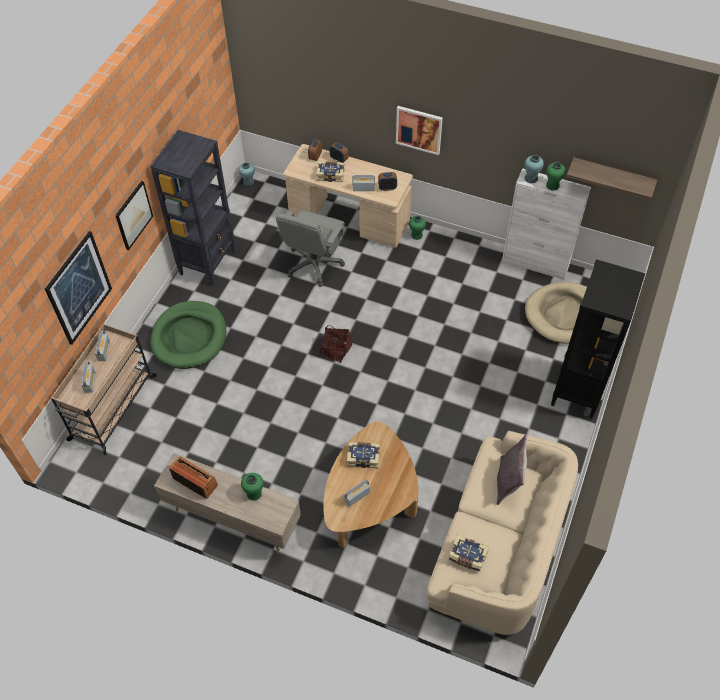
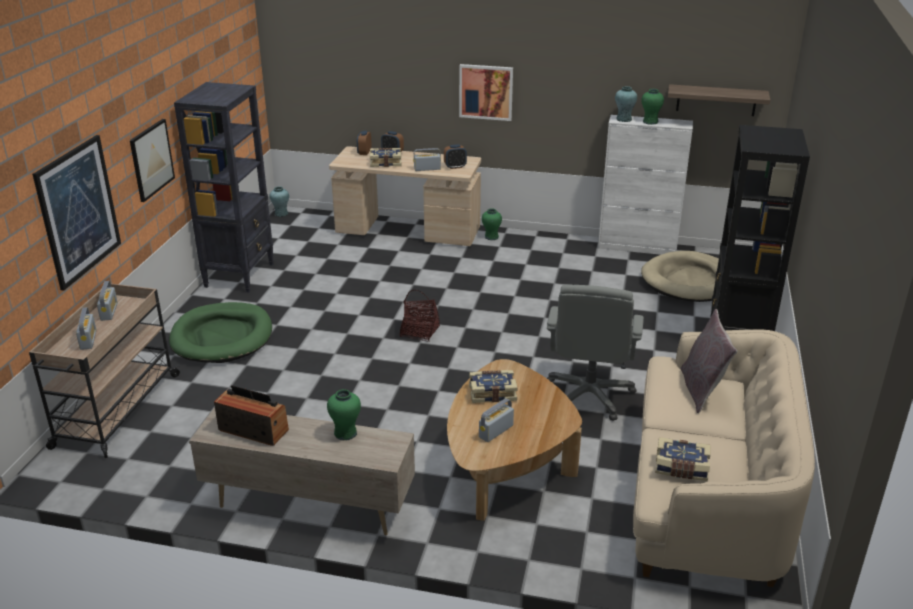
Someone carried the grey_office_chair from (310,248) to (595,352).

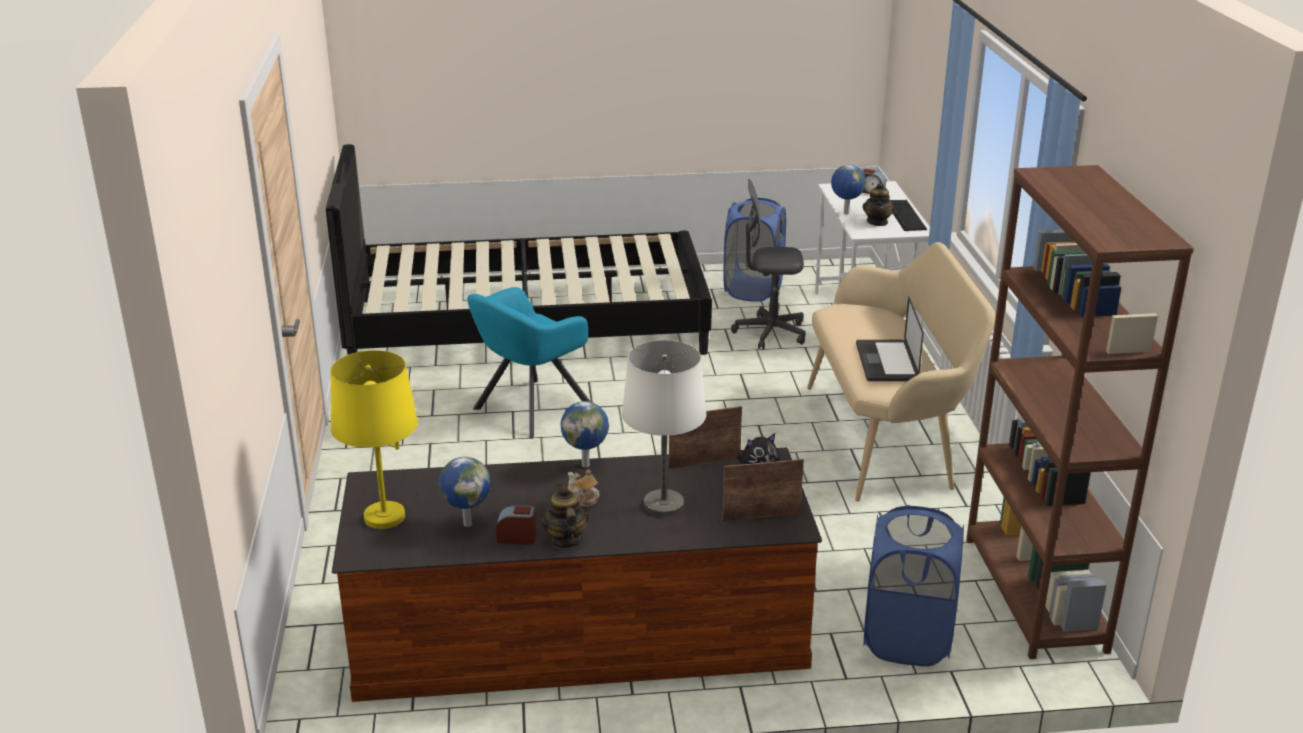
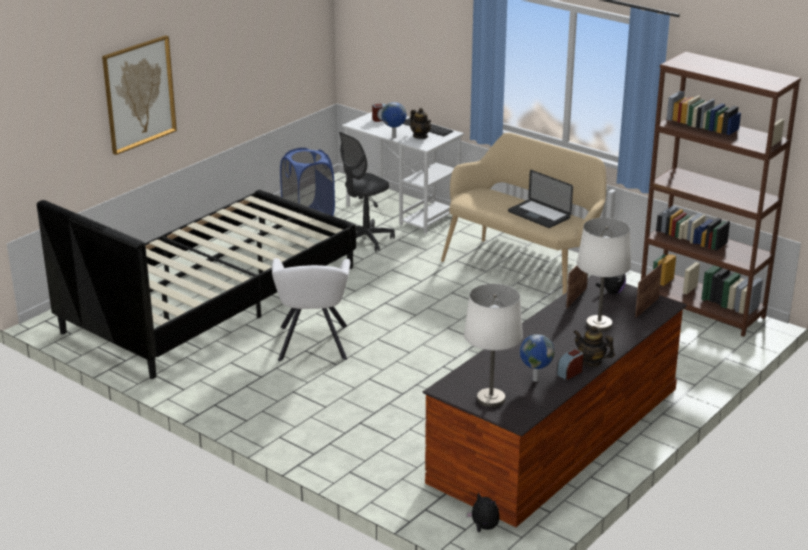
Someone took away the globe at (585,434).
Someone took away the teapot at (583,488).
Someone took away the blue_laundry_basket at (913,585).
Someone put up the picture at (139,95).
Someone put down the plush_toy at (483,512).
Someone repainted the yellow_table_lamp at (374,439), which became the white_table_lamp at (493,345).
Someone repainted the turquoise_armchair at (529,363), which became the white_armchair at (311,309).

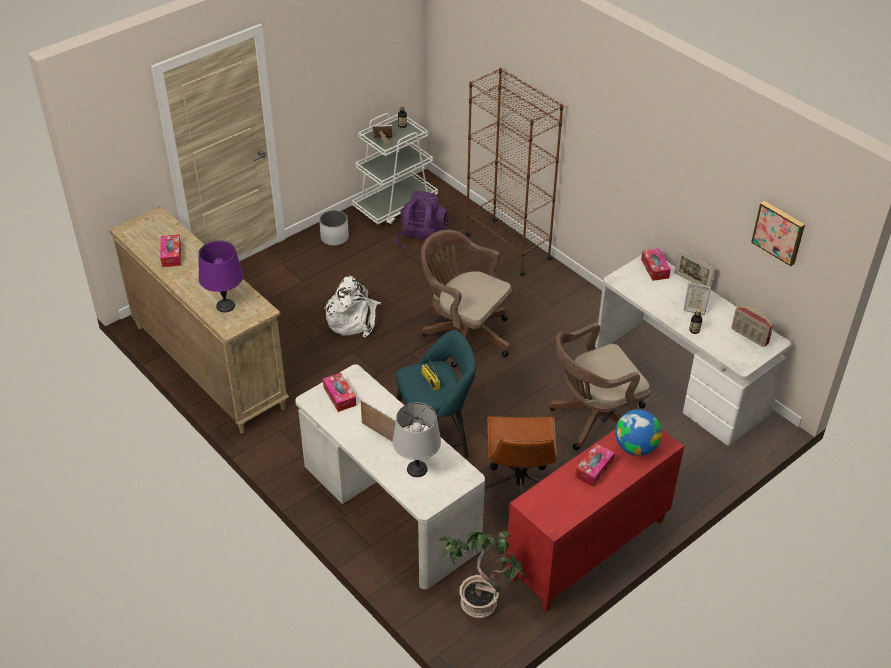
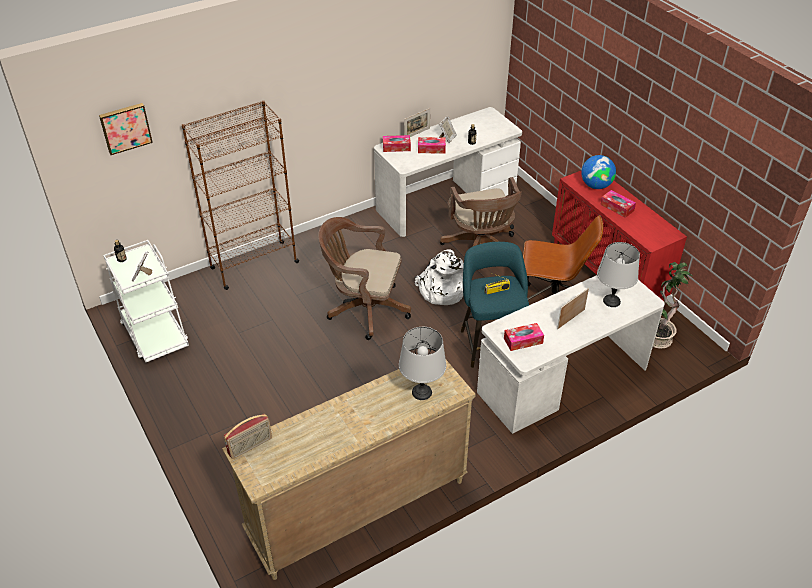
Someone took away the white_planter at (334,228).
Someone took away the purple_backpack at (422,220).
Someone carried the tissue_box from (170,250) to (432,145).
Someone carried the white_backpack from (352,306) to (439,277).
Someone carried the radio from (752,326) to (248,436).
Someone carried the picture from (778,233) to (126,129).
Someone repainted the purple_table_lamp at (220,276), which became the grey_table_lamp at (422,363).
Someone rotated the brown_office_chair at (466,299) by 60 degrees clockwise.

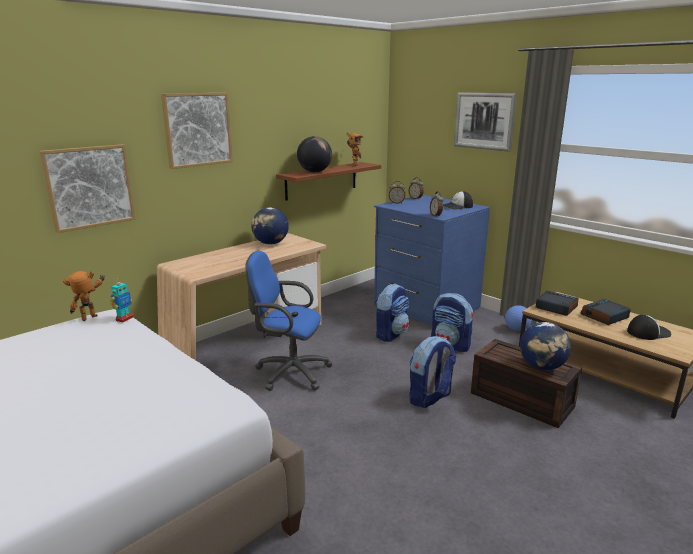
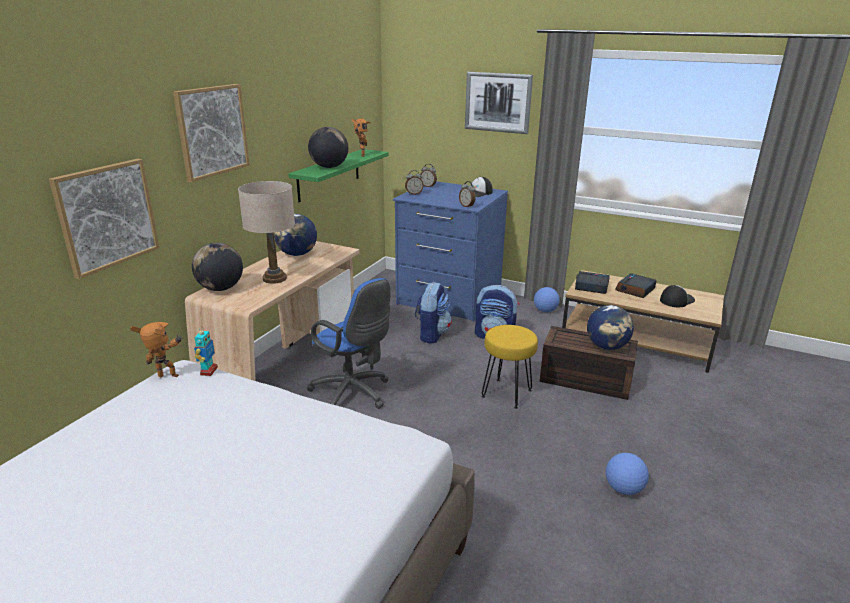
Someone put down the globe at (217,267).
Someone put down the beige_table_lamp at (266,232).
Someone put down the football at (627,474).
Someone swapped the backpack at (433,372) for the yellow_stool at (510,367).
Someone repainted the brown_shelf at (328,181), which became the green_shelf at (338,175).
Someone rotated the toy_robot at (84,296) by 75 degrees clockwise.
Someone rotated the blue_office_chair at (289,321) by 135 degrees counterclockwise.

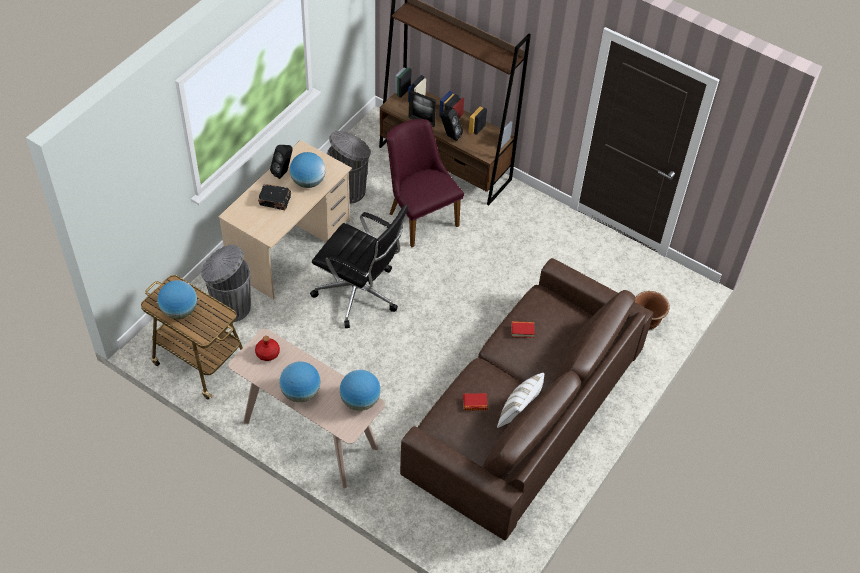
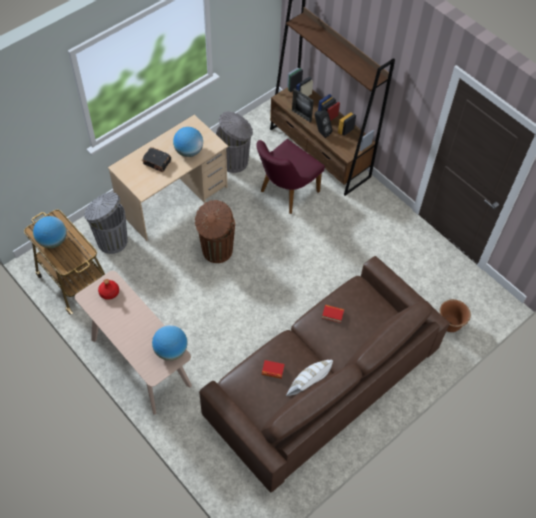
Someone took away the black_speaker at (281,162).
Someone took away the globe at (300,381).
Someone swapped the black_office_chair at (359,266) for the brown_trash_can at (215,231).
Someone rotated the purple_chair at (425,183) by 120 degrees counterclockwise.

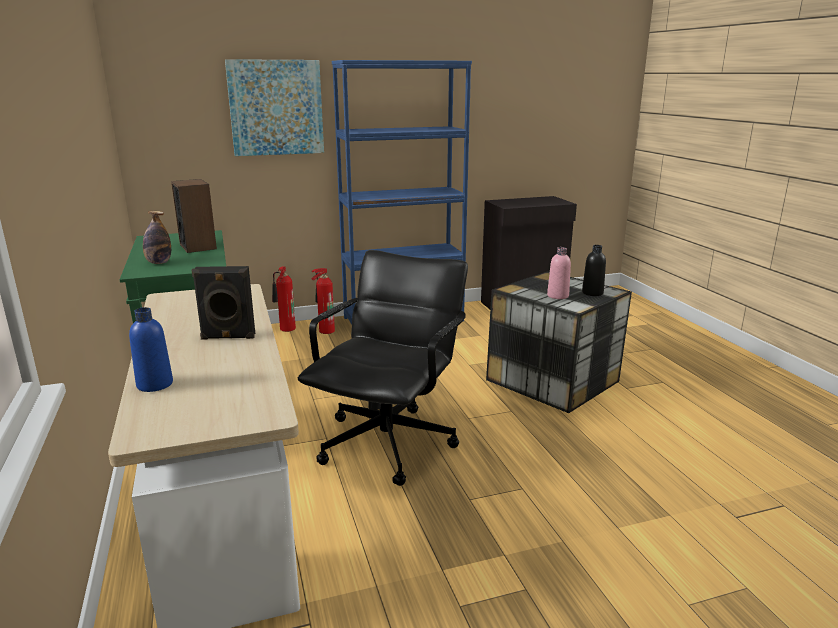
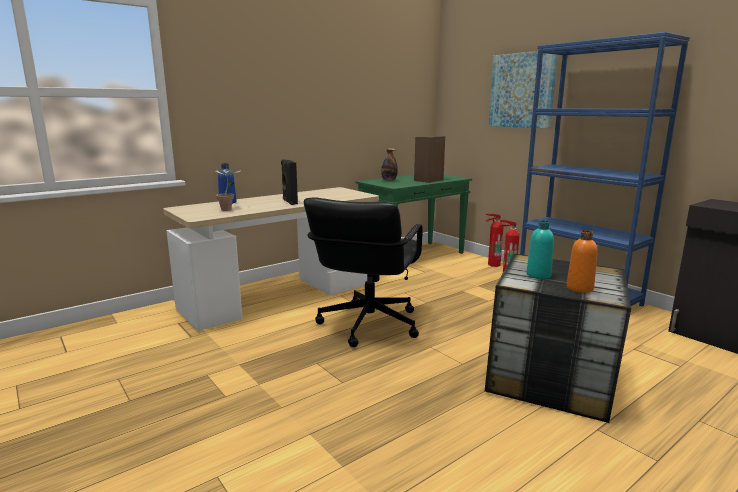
Someone put down the potted_plant at (228,188).
Someone repainted the pink_bottle at (559,273), which became the turquoise_bottle at (540,249).
Someone repainted the black_bottle at (594,270), which became the orange_bottle at (582,261).
Someone rotated the black_office_chair at (383,368) by 105 degrees clockwise.

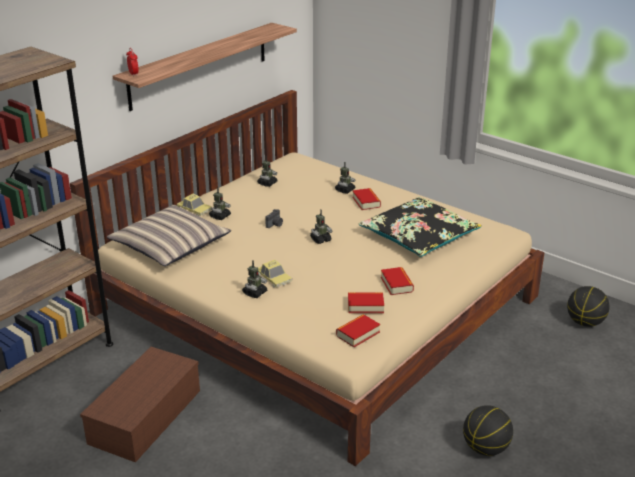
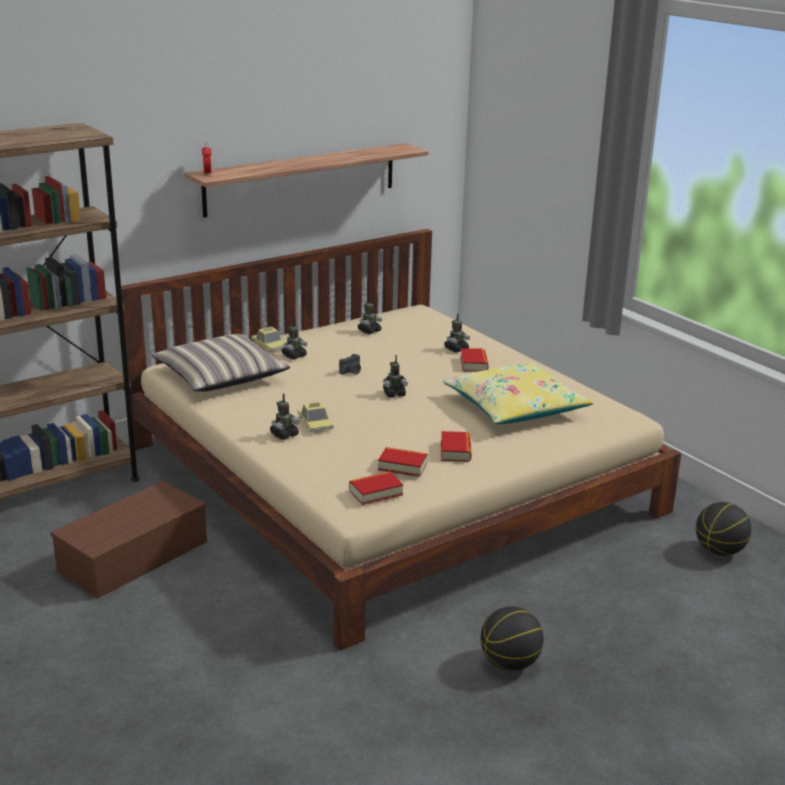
Someone repainted the black_pillow at (420,227), which became the yellow_pillow at (518,393).

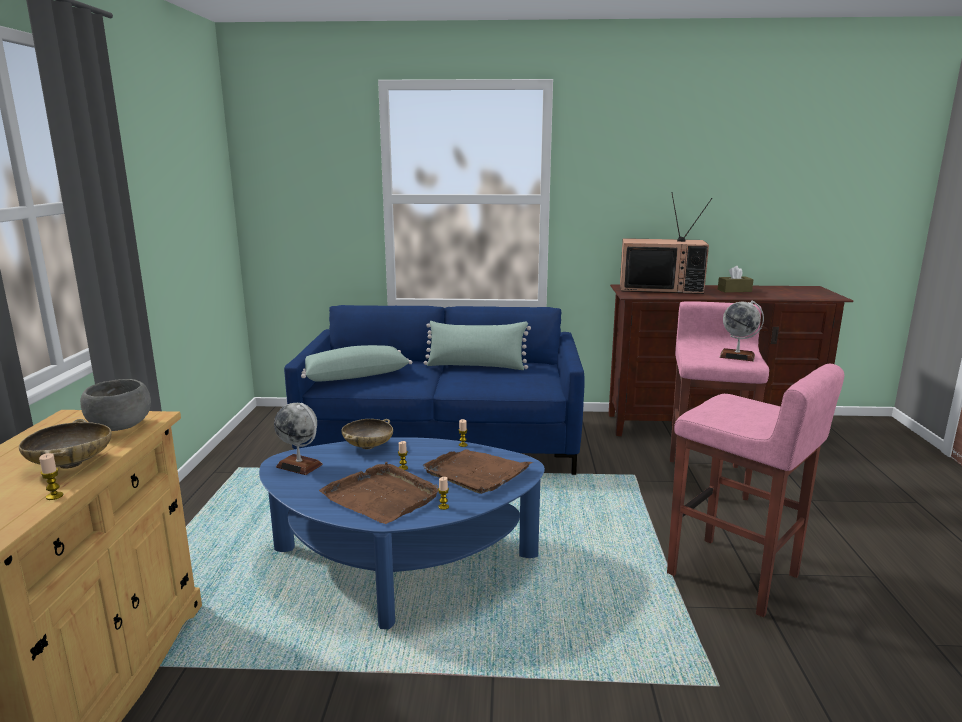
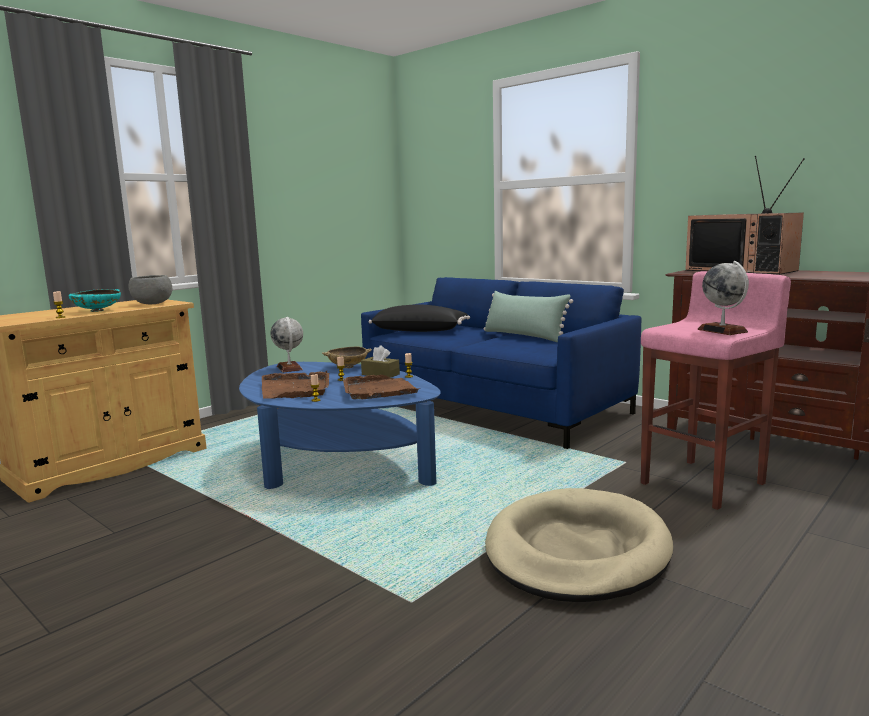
Someone carried the brown_tissue_box from (736,279) to (380,361).
Someone swapped the pink_stool at (755,490) for the beige_dog_bed at (579,545).
Someone repainted the beige_bowl at (65,444), which became the turquoise_bowl at (95,300).
Someone repainted the green_pillow at (357,363), which became the black_pillow at (419,318).

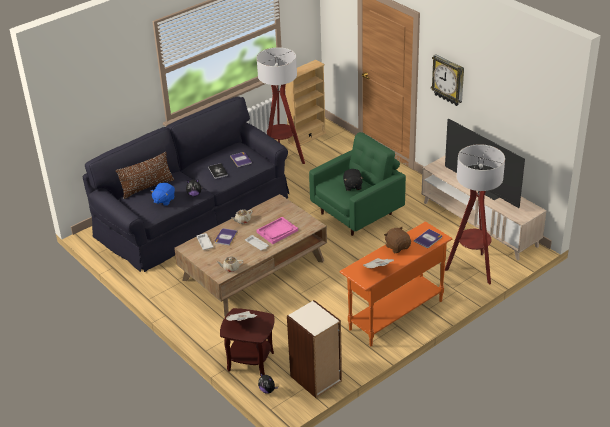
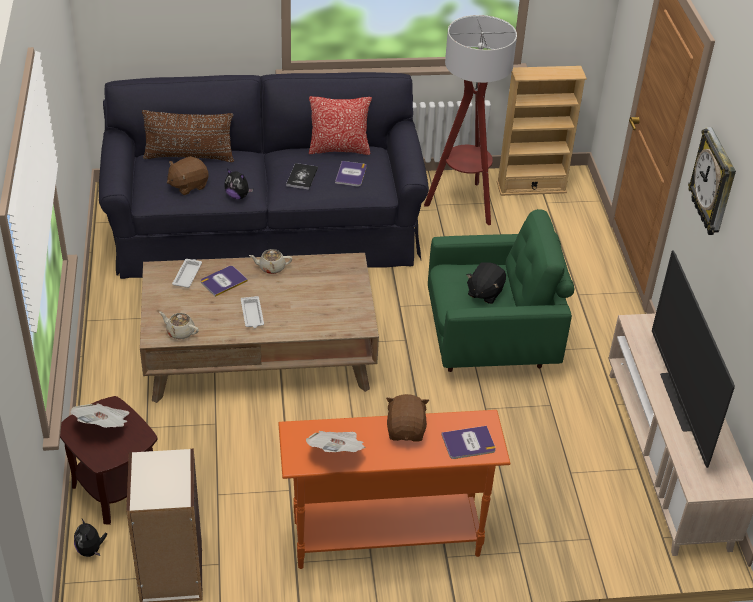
Someone took away the pink_tray at (277,230).
Someone took away the floor_lamp at (475,214).
Someone put down the pillow at (340,125).
Someone repainted the blue_plush_toy at (162,194), which became the brown_plush_toy at (187,175).

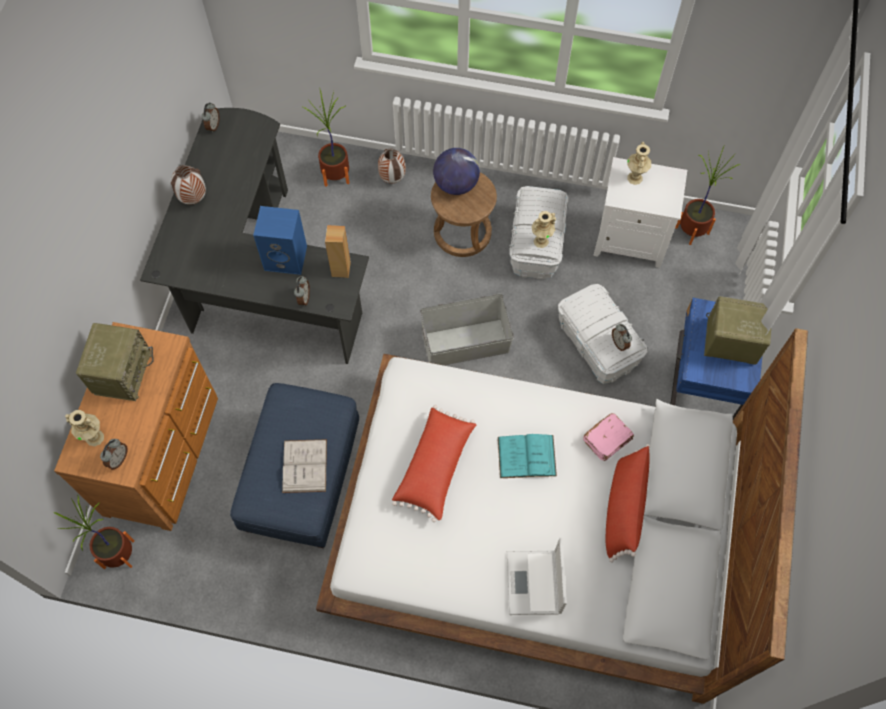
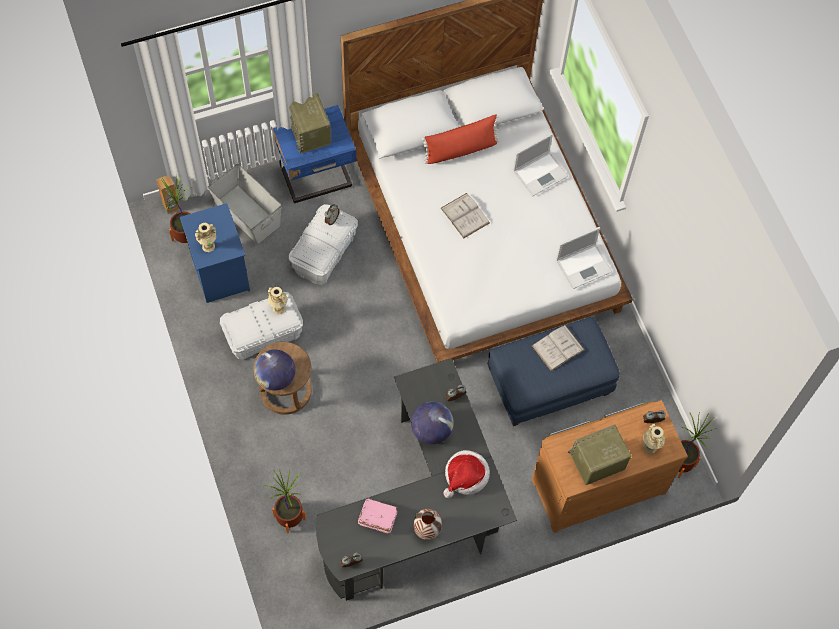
Someone took away the vase at (392,165).
Someone took away the red_pillow at (434,463).
Someone put down the hat at (466,474).
Someone put down the laptop at (584,258).
Someone carried the brown_speaker from (338,251) to (168,194).
Someone carried the grey_storage_box from (467,329) to (245,204).
Someone carried the pink_book from (608,437) to (378,515).
Someone swapped the blue_speaker at (280,240) for the globe at (432,423).
Someone repainted the turquoise_book at (527,456), which became the white_book at (465,215).
Someone repainted the white_nightstand at (640,212), which became the blue_nightstand at (215,253).

